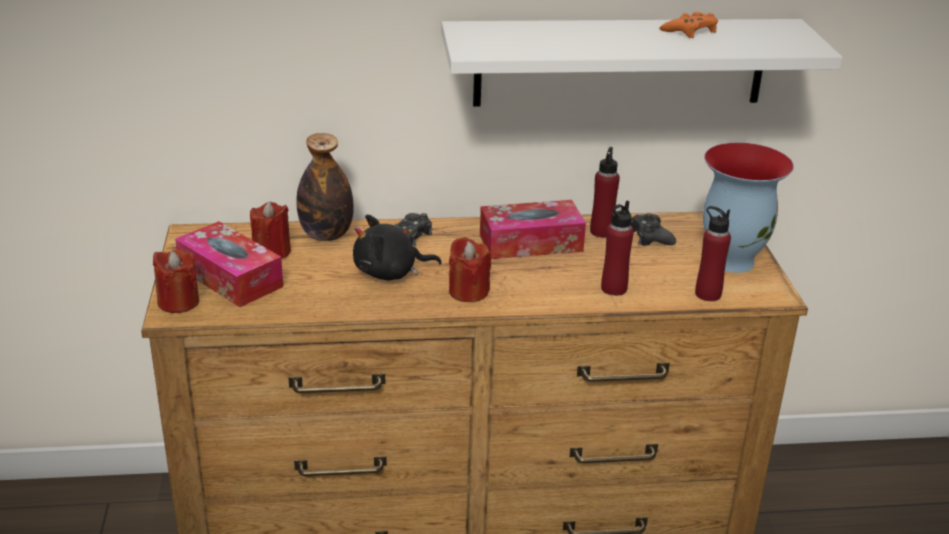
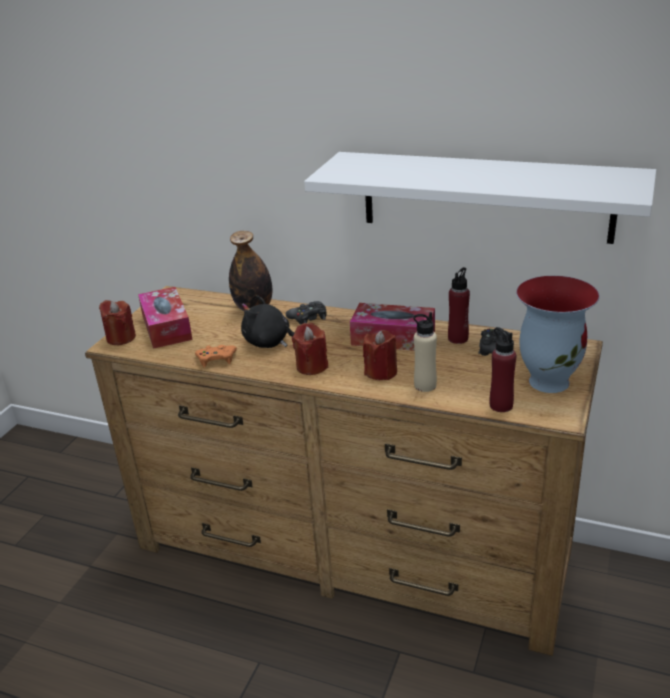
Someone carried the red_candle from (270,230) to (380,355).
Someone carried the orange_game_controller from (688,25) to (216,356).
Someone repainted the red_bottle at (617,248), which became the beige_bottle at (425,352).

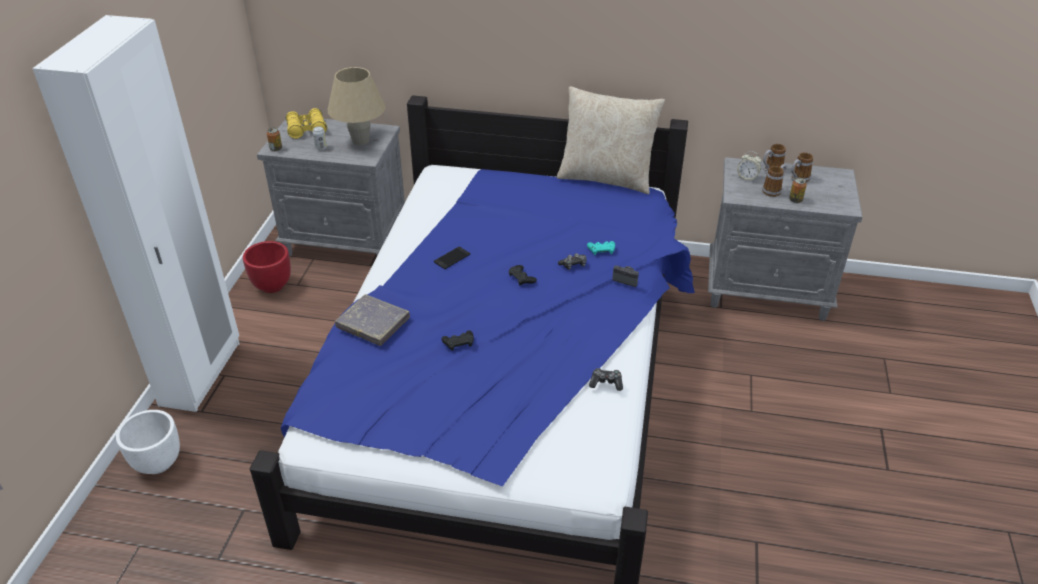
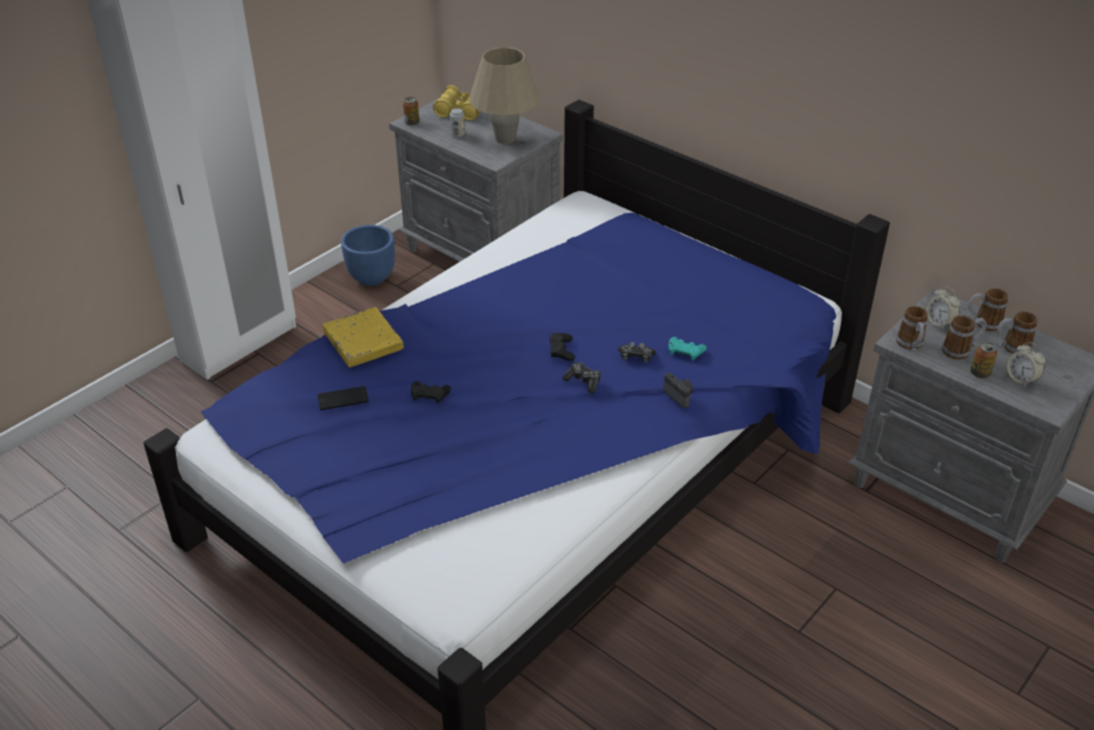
Someone took away the white_planter at (148,442).
Someone took away the beige_pillow at (611,140).
Someone put down the mug at (912,329).
Someone put down the alarm_clock at (1025,365).
Someone carried the phone from (452,258) to (343,398).
Someone carried the game_controller from (606,379) to (581,377).
Someone repainted the red_planter at (267,267), which became the blue_planter at (368,255).
Someone repainted the grey_book at (372,320), which became the yellow_book at (363,337).

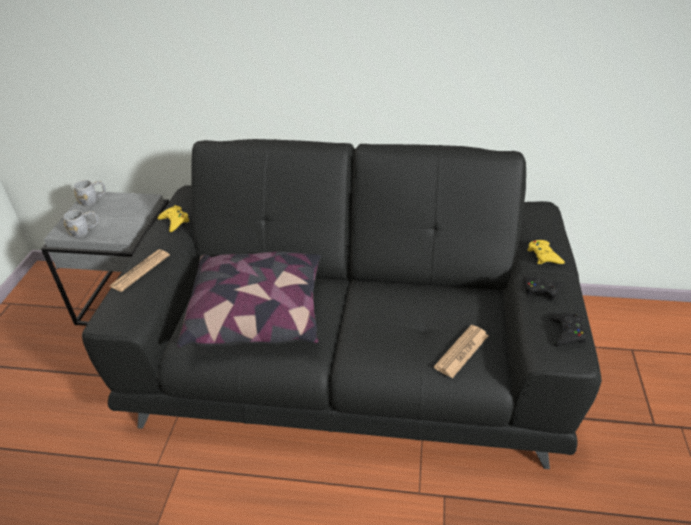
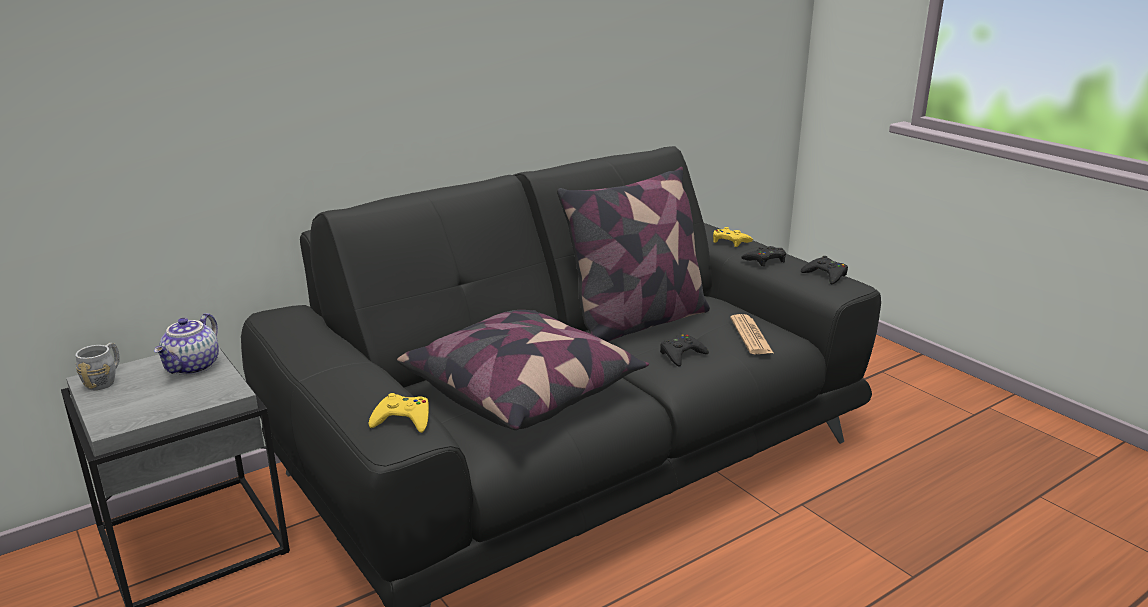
Someone took away the grey_mug at (80,224).
Someone took away the newspaper at (139,270).
Someone put down the teapot at (186,344).
Someone put down the pillow at (633,254).
Someone put down the black_game_controller at (684,350).
Someone carried the yellow_game_controller from (173,218) to (399,413).

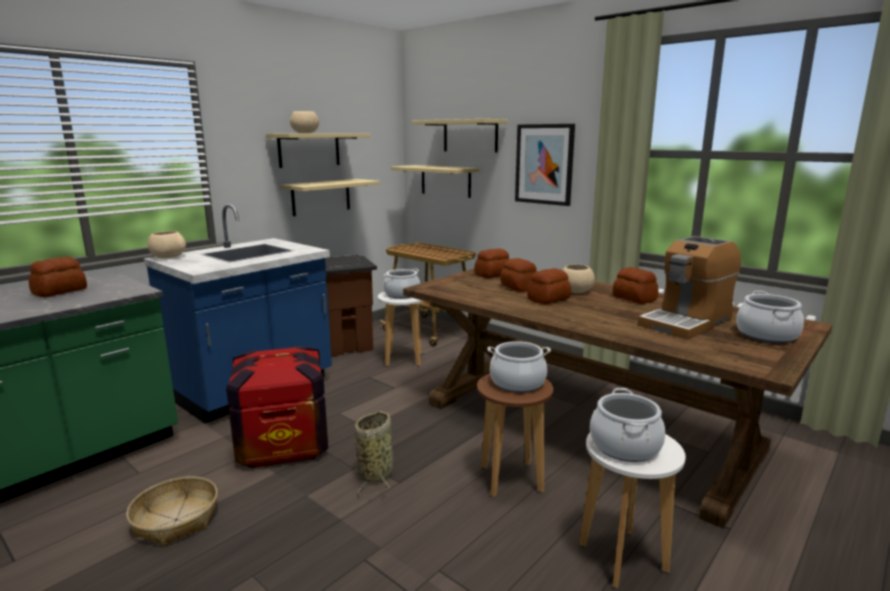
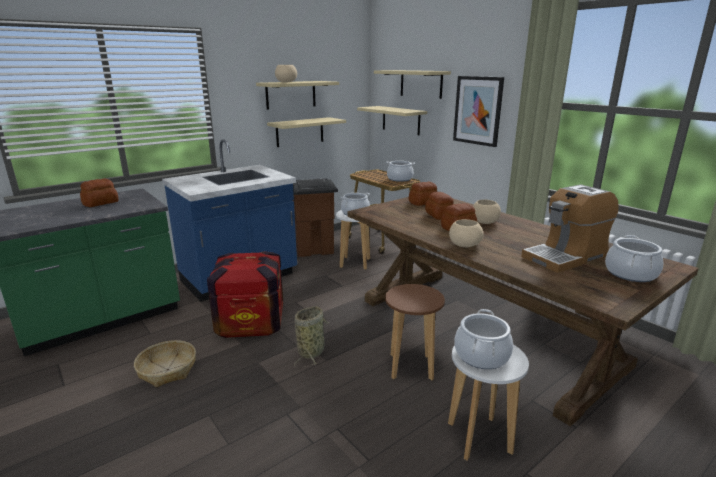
Someone took away the bread at (636,285).
Someone carried the beige_bowl from (167,245) to (466,233).
Someone carried the cooking_pot from (519,366) to (400,171).

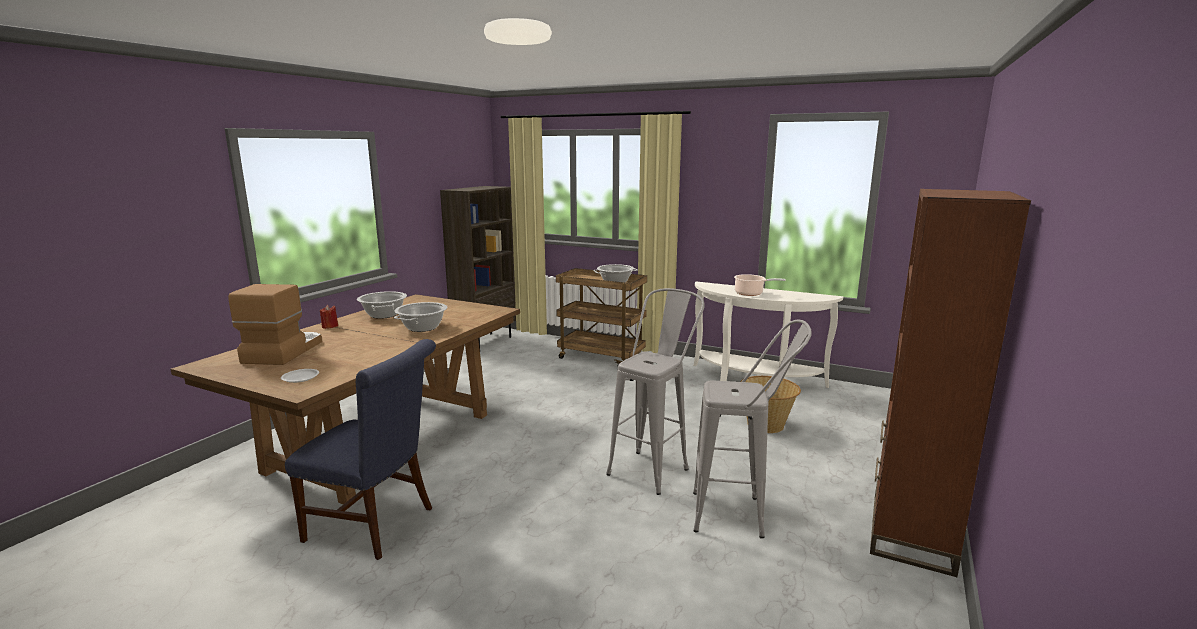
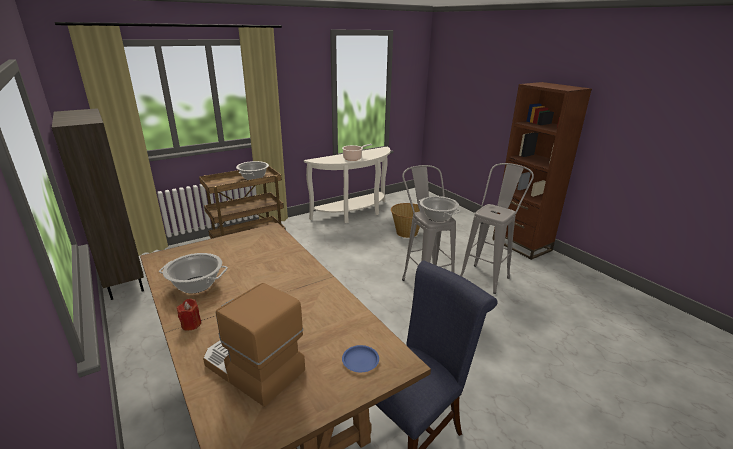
Someone carried the cooking_pot from (420,317) to (440,209).
Someone repainted the white_plate at (300,376), which became the blue_plate at (360,358).

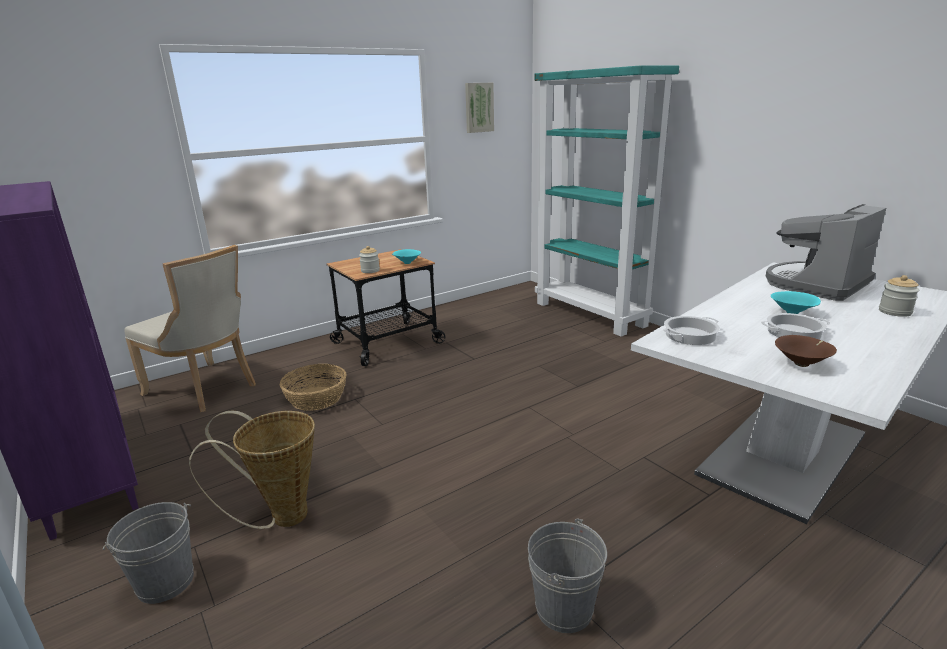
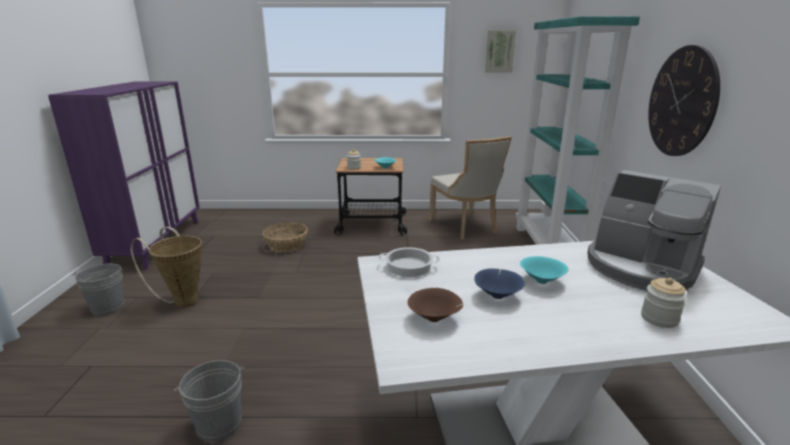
Someone put up the wall_clock at (684,100).
Someone carried the beige_chair from (190,328) to (470,187).
Someone swapped the cooking_pot at (795,326) for the blue_bowl at (499,283).
Someone rotated the coffee_machine at (826,252) by 135 degrees counterclockwise.

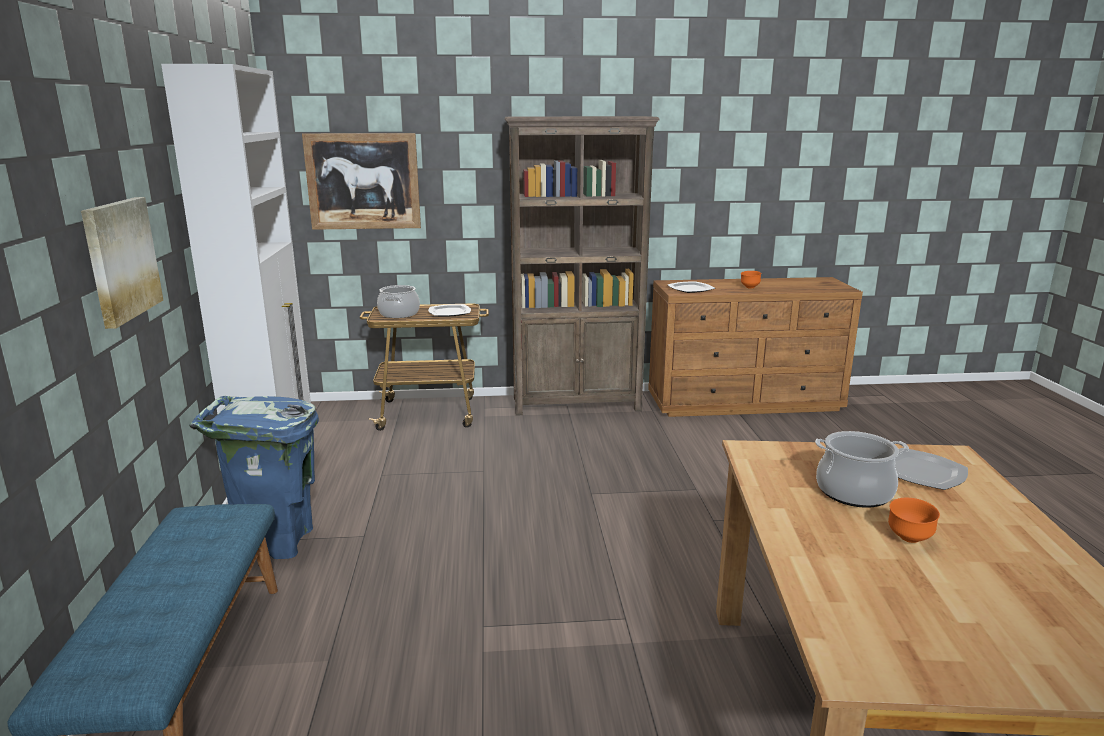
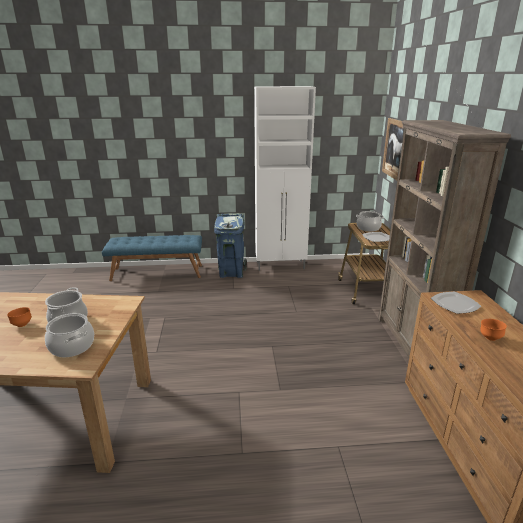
Someone took away the picture at (122,263).
Someone swapped the plate at (931,469) for the cooking_pot at (69,335).

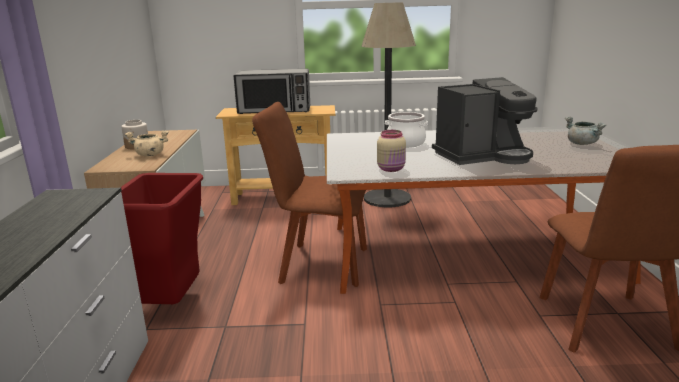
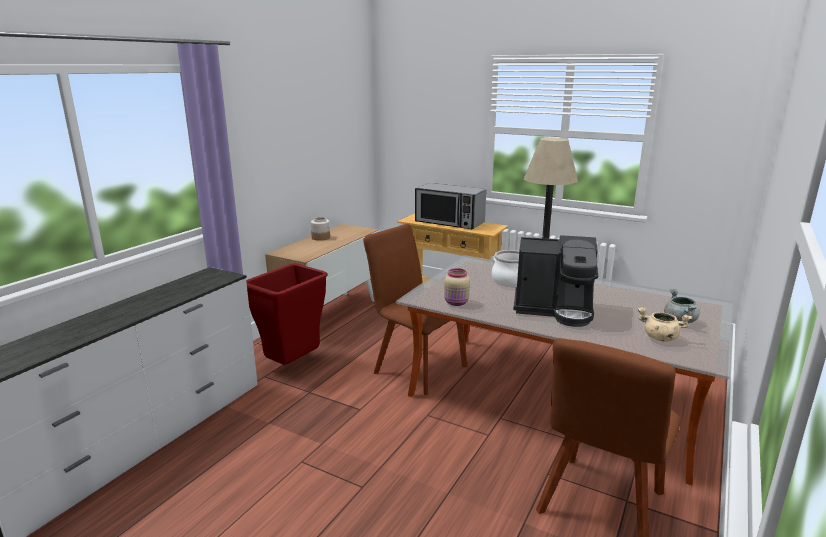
Someone carried the beige_cooking_pot from (147,143) to (665,324).

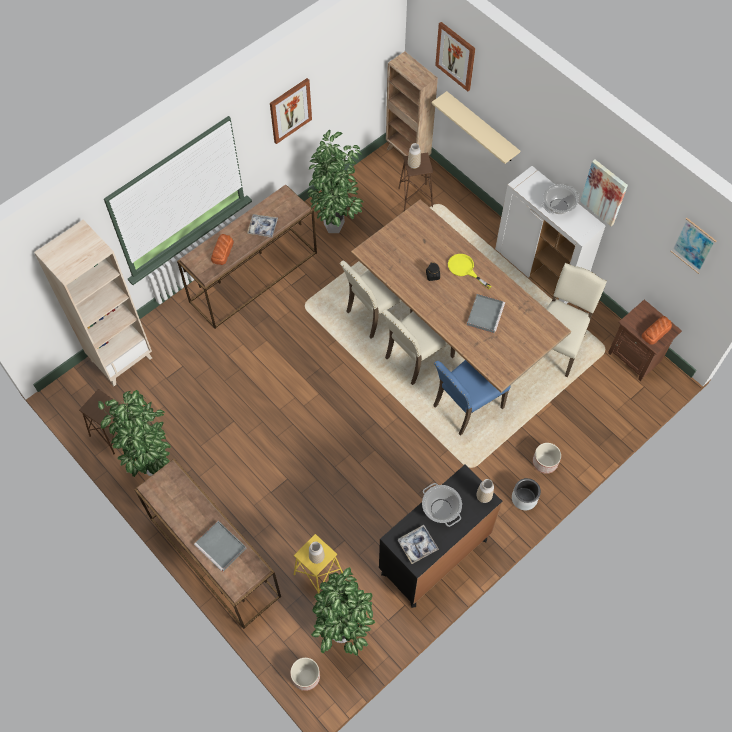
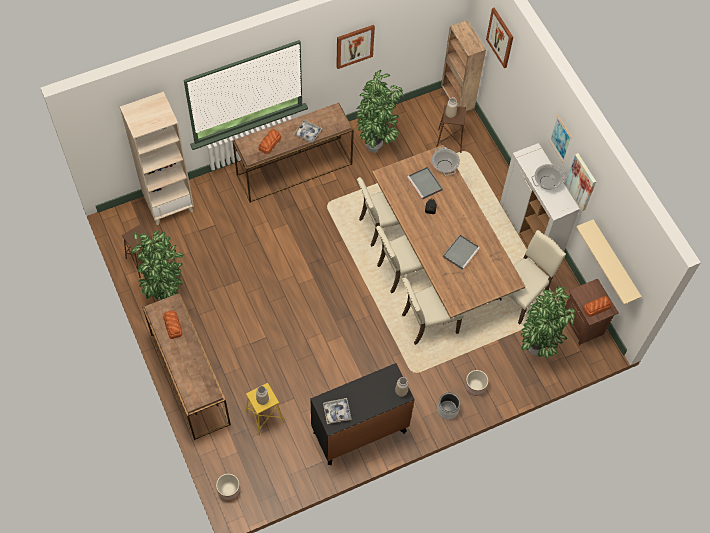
Someone took away the yellow_frying_pan at (470,271).
Someone put down the bread at (172,324).
Someone carried the grey_tray from (220,546) to (425,183).
Someone carried the potted_plant from (343,611) to (548,322).
Someone carried the cooking_pot from (442,505) to (446,161).
Someone carried the beige_shelf from (475,127) to (609,262).
Someone carried the picture from (694,245) to (560,138).
Someone repainted the blue_chair at (472,398), which became the beige_chair at (433,311).

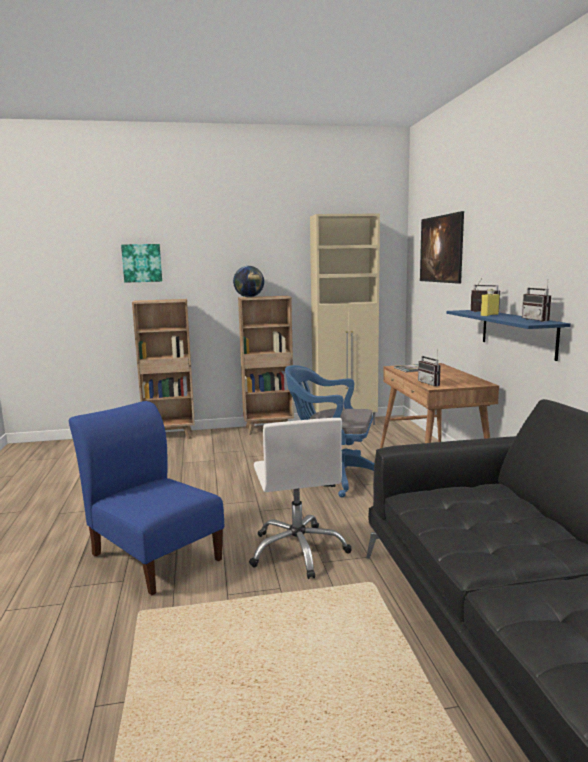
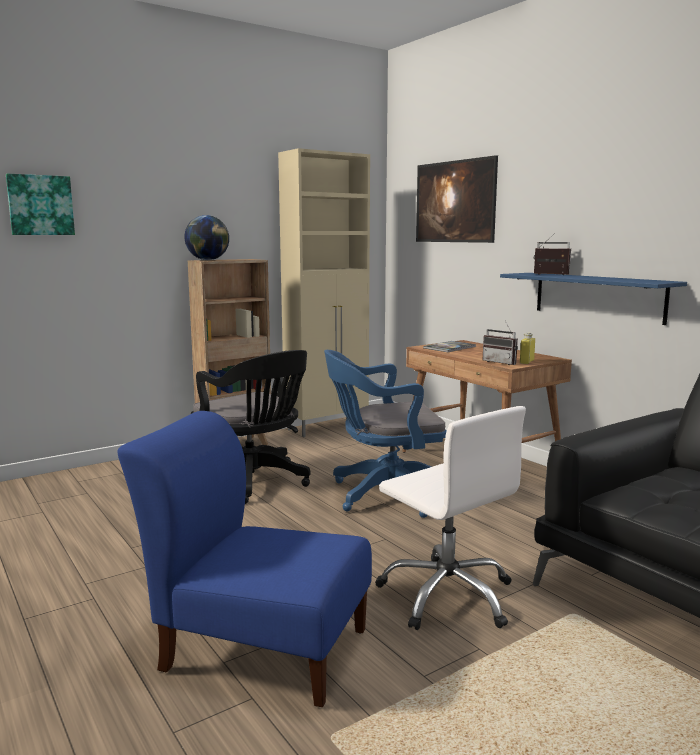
Someone took away the brown_bookcase at (163,369).
Someone took away the radio at (536,301).
Someone put down the black_office_chair at (250,427).
Someone carried the yellow_bottle from (490,302) to (527,348).

